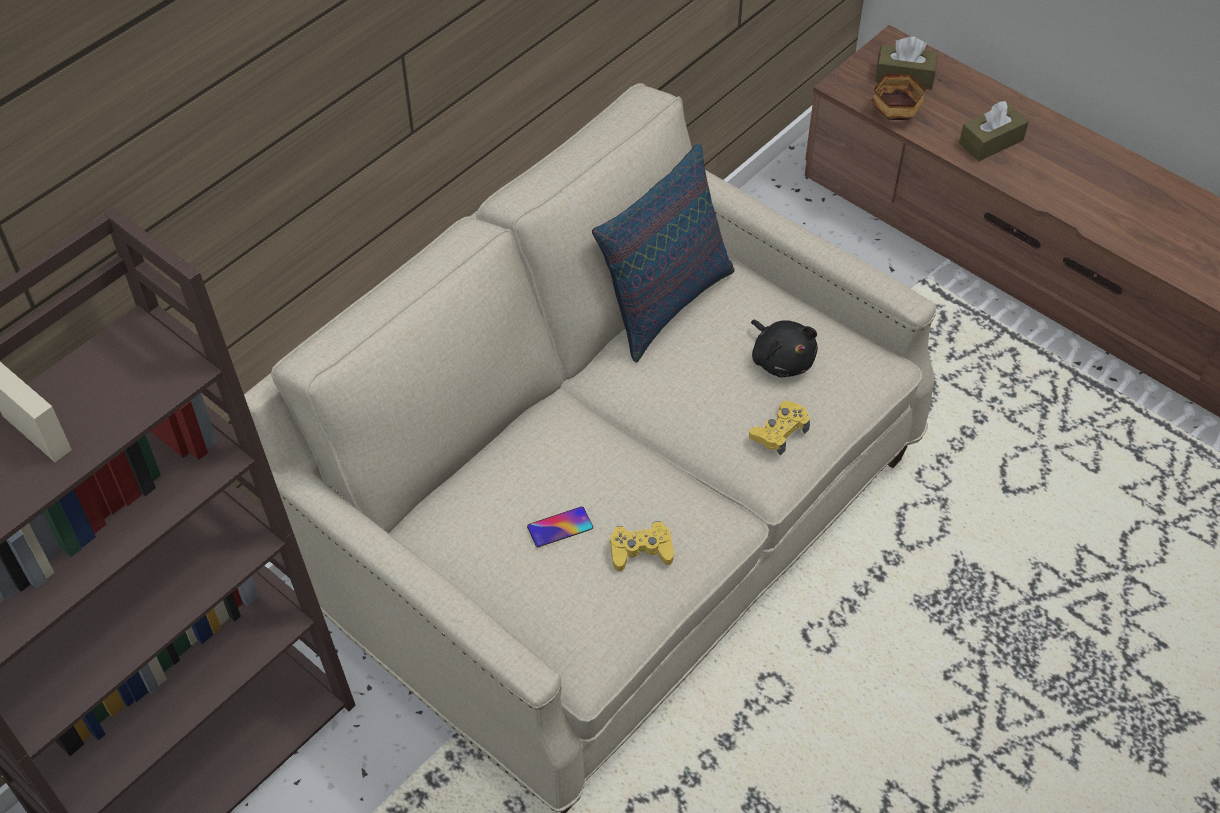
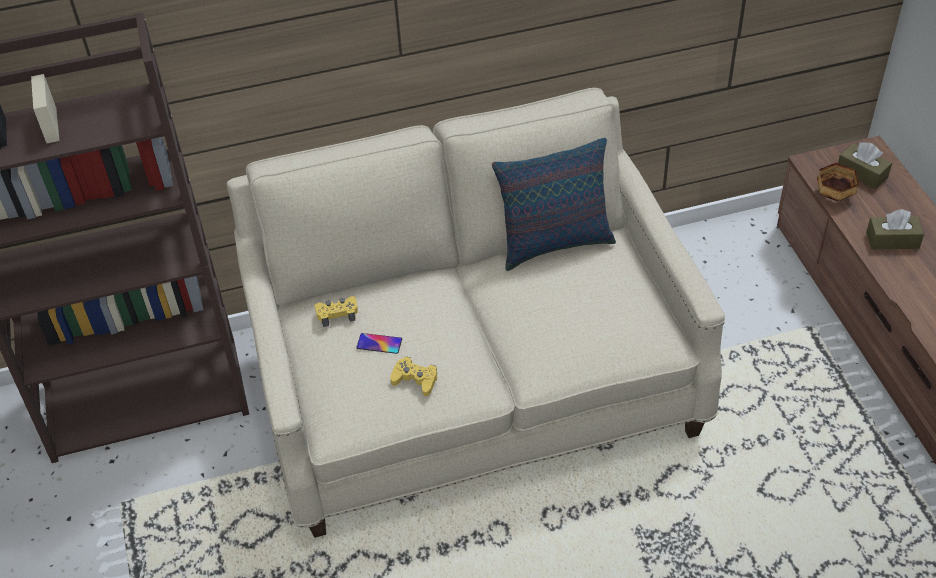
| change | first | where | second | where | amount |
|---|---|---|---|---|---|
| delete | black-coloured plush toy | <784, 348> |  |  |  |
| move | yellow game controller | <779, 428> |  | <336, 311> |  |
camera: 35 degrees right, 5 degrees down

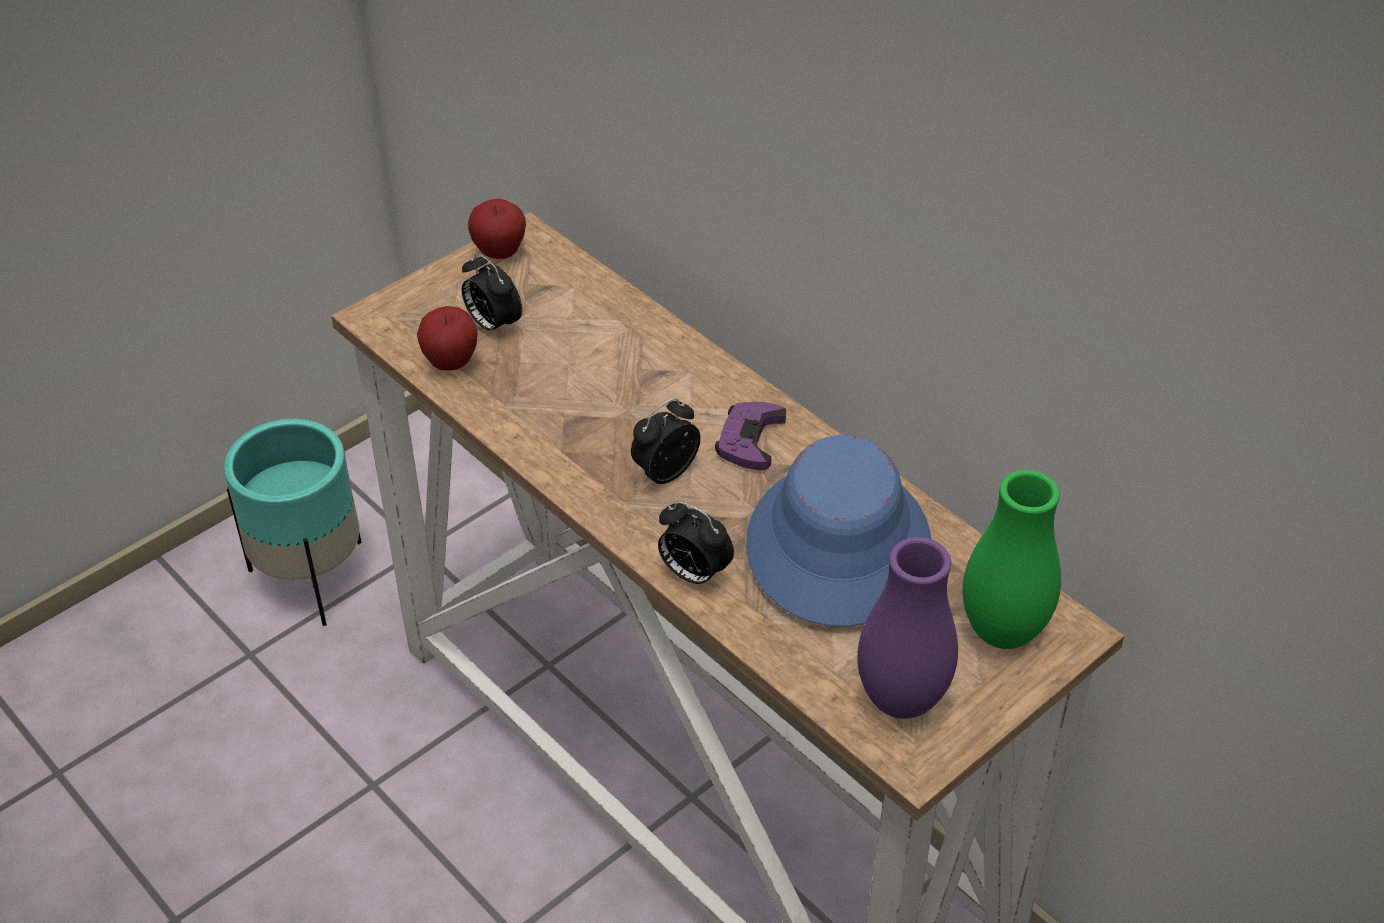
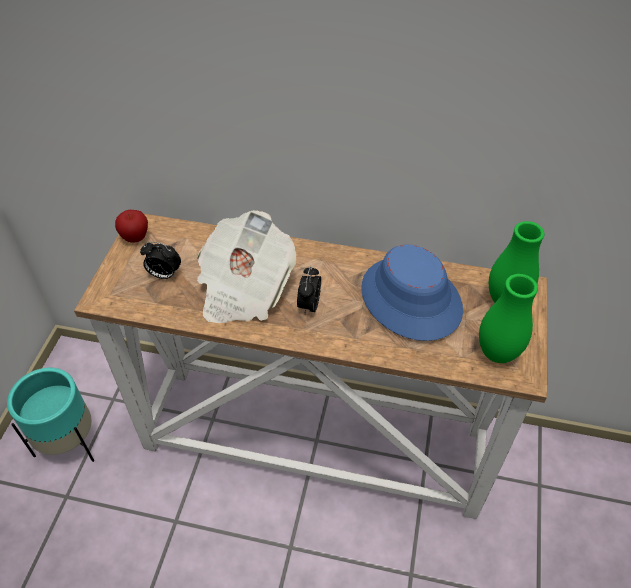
| change | first | where | second | where | amount |
|---|---|---|---|---|---|
| delete | apple fruit | <447, 338> |  |  |  |
| delete | bedside clock | <696, 545> |  |  |  |
| delete | purple-coloured game controller | <750, 436> |  |  |  |
| insert |  |  | daily paper | <246, 266> |  |
| recolor | purple-coloured vase | <908, 628> | greenish vase | <508, 318> |  |
camera: 35 degrees left, 5 degrees up

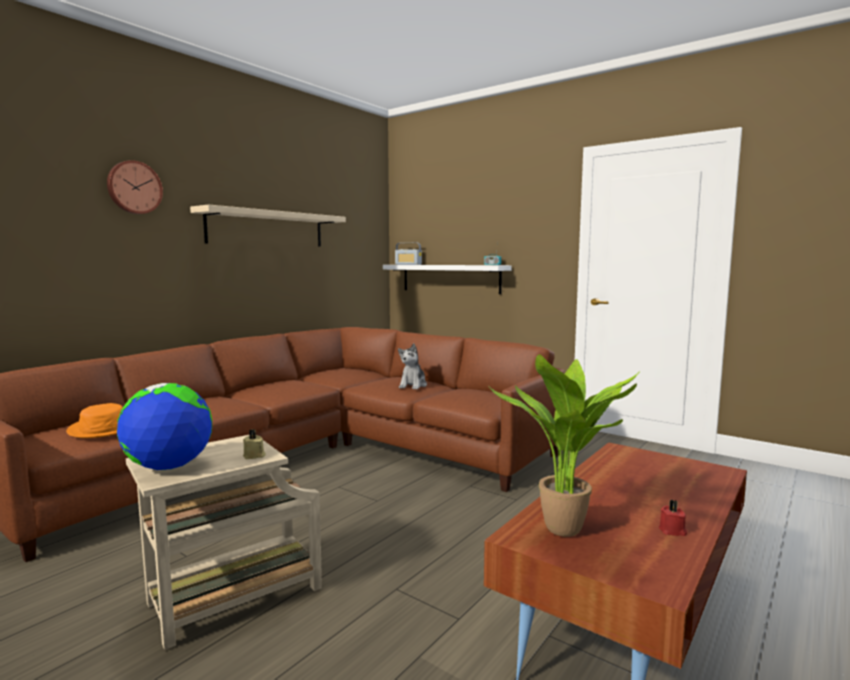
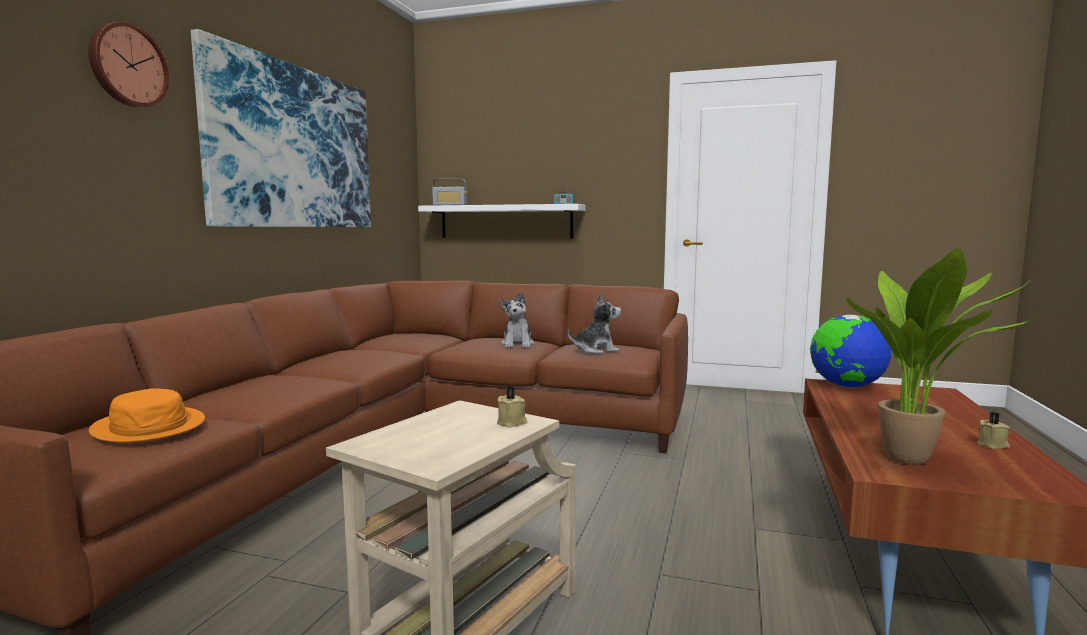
| change | first | where | second | where | amount |
|---|---|---|---|---|---|
| insert |  |  | plush toy | <594, 323> |  |
| move | desk globe | <164, 426> |  | <850, 351> |  |
| replace | sand-coloured bracket shelf | <268, 225> | wall picture | <281, 128> |  |
| recolor | red wax light | <673, 518> | sand-coloured wax light | <993, 430> |  |
camera: 20 degrees left, 0 degrees up

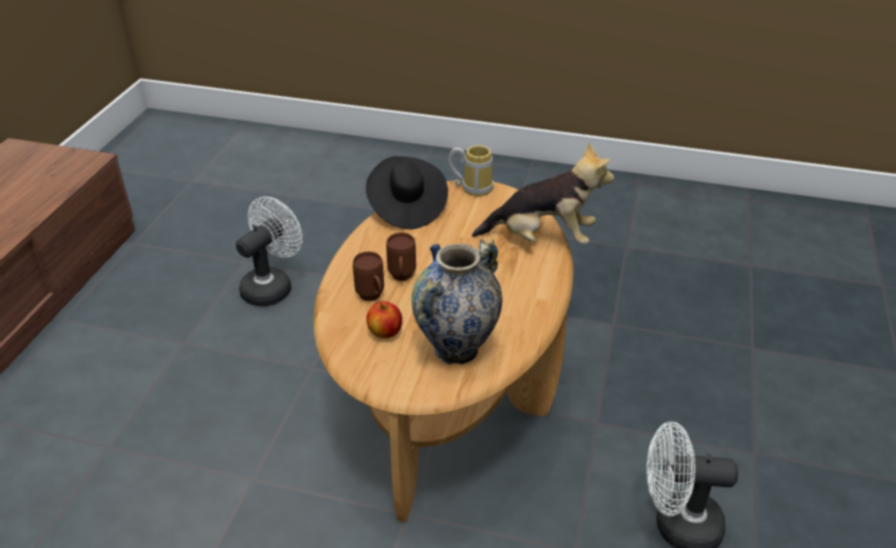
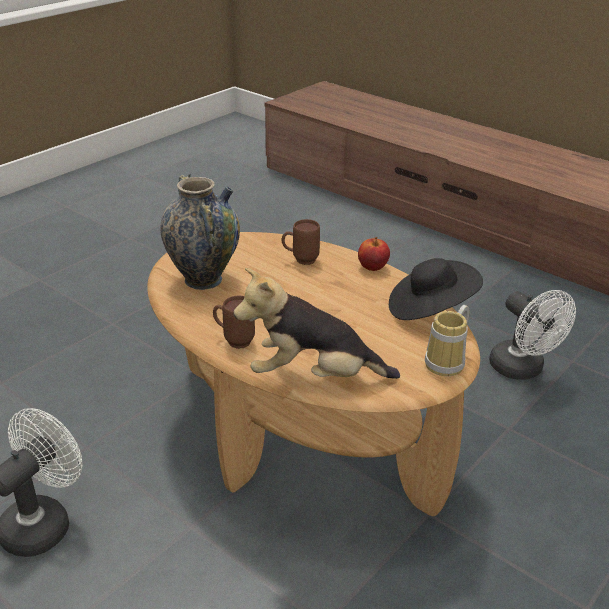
| change | first | where | second | where | amount |
|---|---|---|---|---|---|
| move | apple fruit | <384, 319> |  | <374, 254> |  |
| move | brown tea mug | <401, 257> |  | <234, 322> |  |
| rotate | plush toy | <543, 193> |  | <316, 323> | 60 degrees clockwise |
camera: 115 degrees right, 5 degrees down

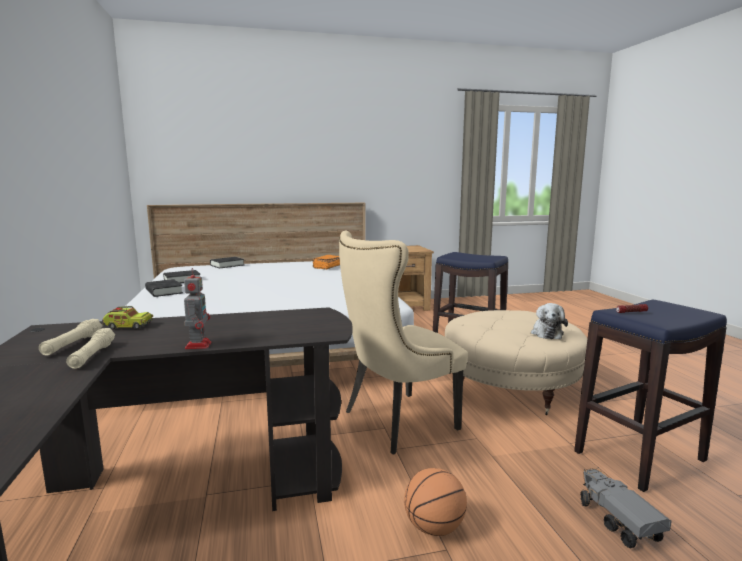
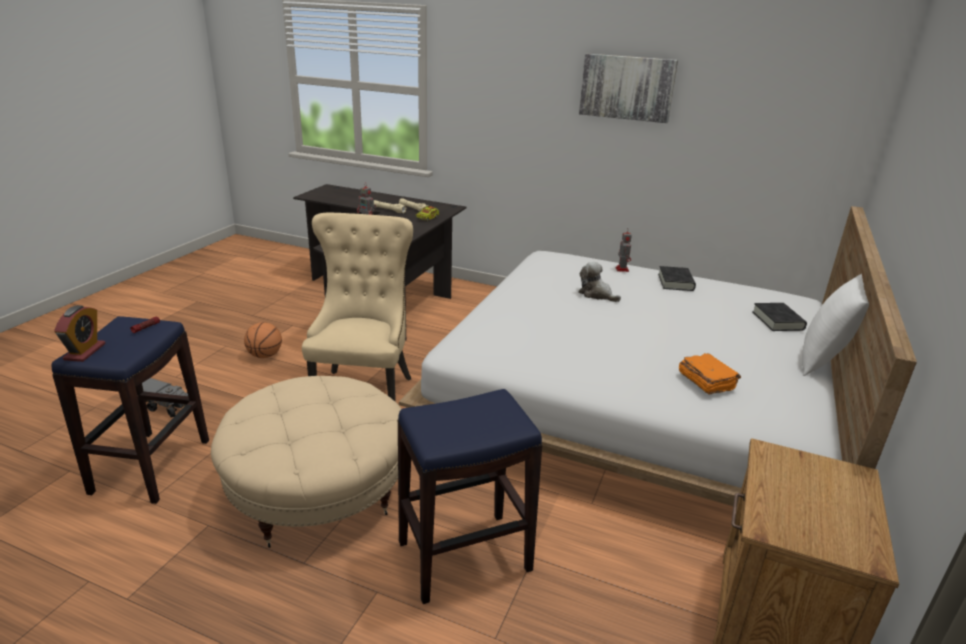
| change | first | where | second | where | amount |
|---|---|---|---|---|---|
| insert |  |  | bedside clock | <80, 333> |  |
| insert |  |  | wall picture | <628, 88> |  |
| insert |  |  | white cushion | <835, 325> |  |
| move | plush toy | <549, 321> |  | <599, 282> |  |
| replace | black-coloured volume | <164, 288> | model robot | <623, 250> |  |
camera: 125 degrees right, 15 degrees up

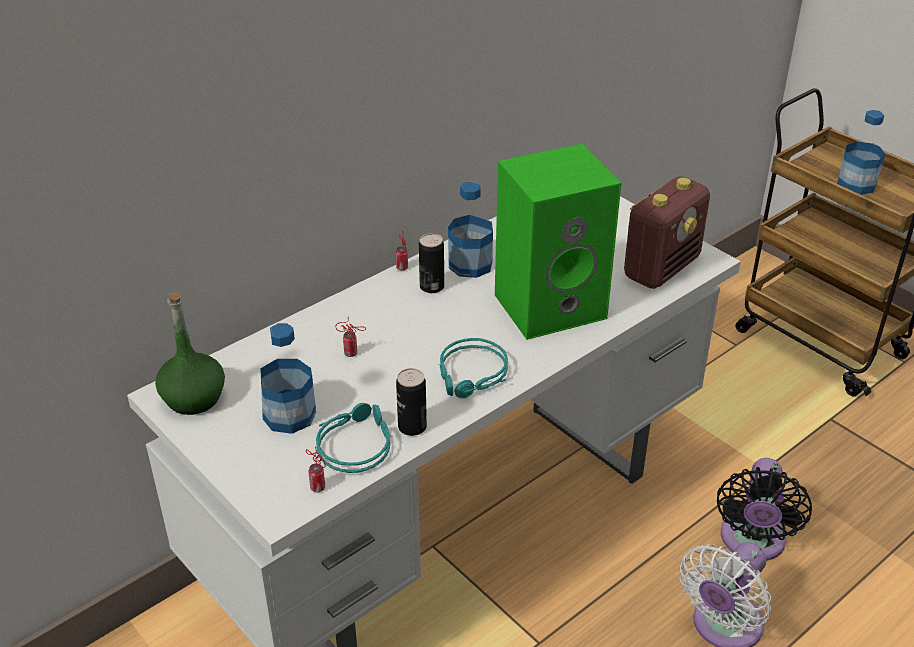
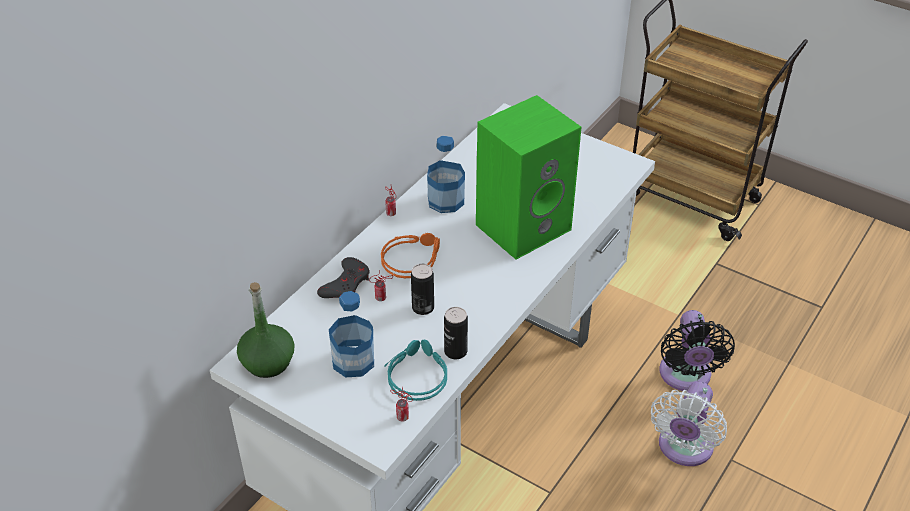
| change | first | where | second | where | amount |
|---|---|---|---|---|---|
| delete | turquoise pair of headphones | <473, 368> |  |  |  |
| delete | radio set | <667, 232> |  |  |  |
| delete | drink bottle | <861, 152> |  |  |  |
| insert |  |  | greyish game controller | <343, 277> |  |
| insert |  |  | orange pair of headphones | <410, 255> |  |
| move | metal can | <431, 263> |  | <422, 289> |  |
camera: 15 degrees left, 5 degrees up

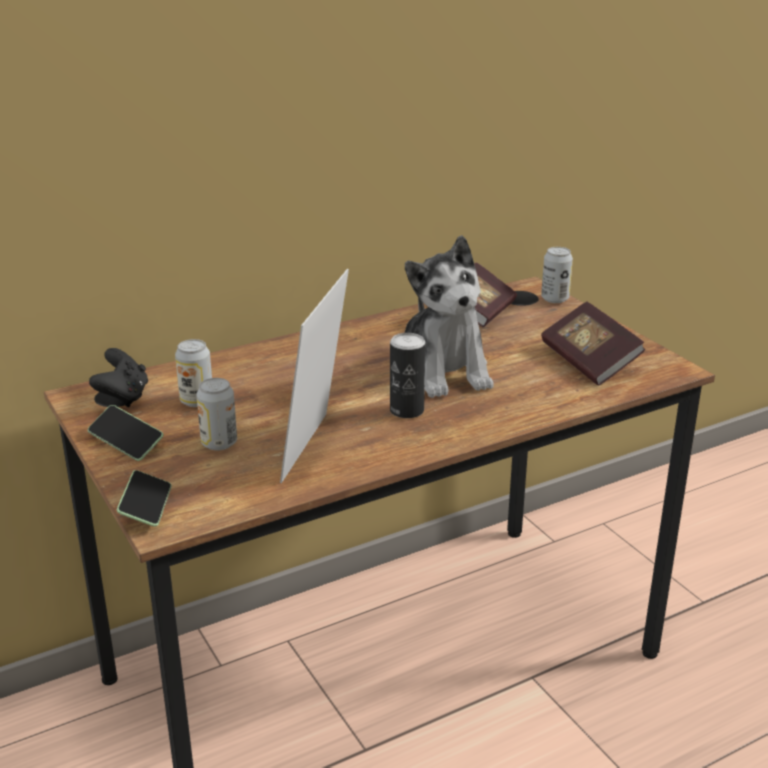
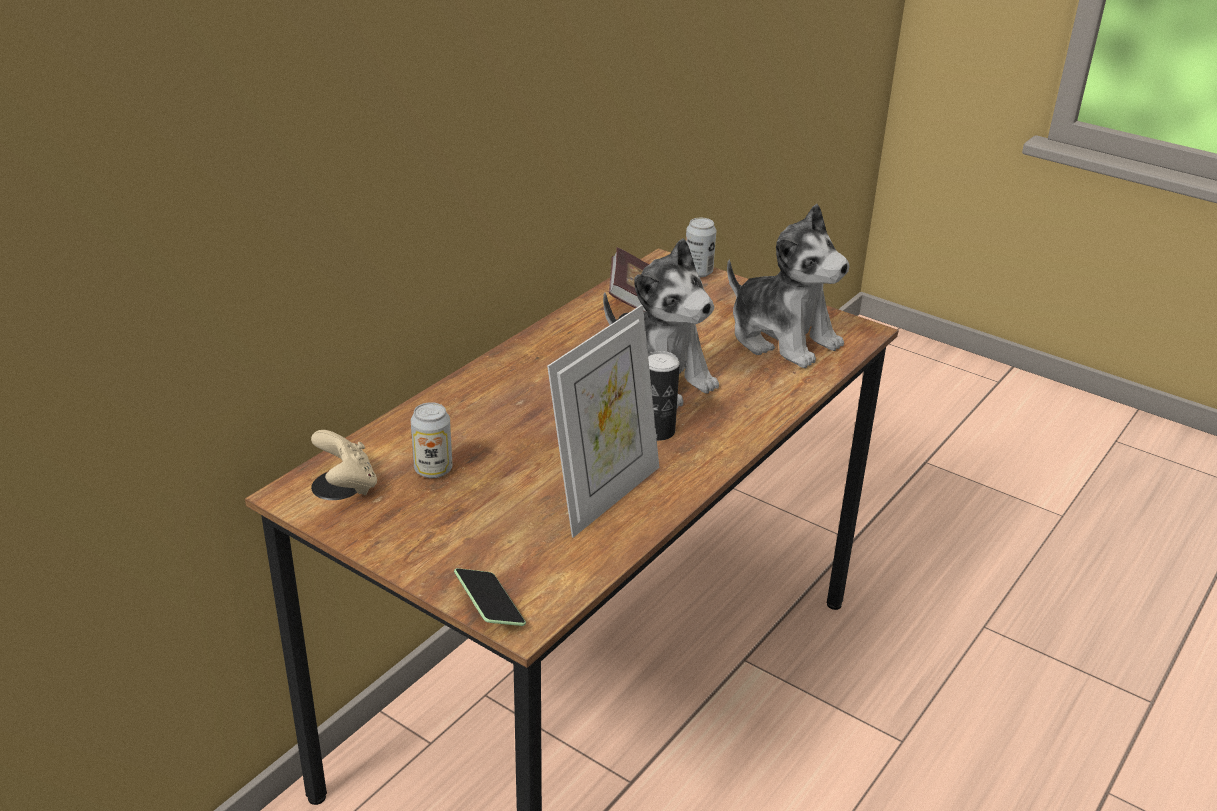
| change | first | where | second | where | amount |
|---|---|---|---|---|---|
| delete | telephone | <125, 433> |  |  |  |
| delete | metal can | <216, 414> |  |  |  |
| replace | volume | <593, 343> | plush toy | <788, 286> |  |
| recolor | black-coloured game controller | <118, 377> | sand-coloured game controller | <344, 462> |  |
| rotate | standing frame | <314, 376> |  | <603, 421> | 135 degrees counterclockwise |
camera: 25 degrees left, 5 degrees up

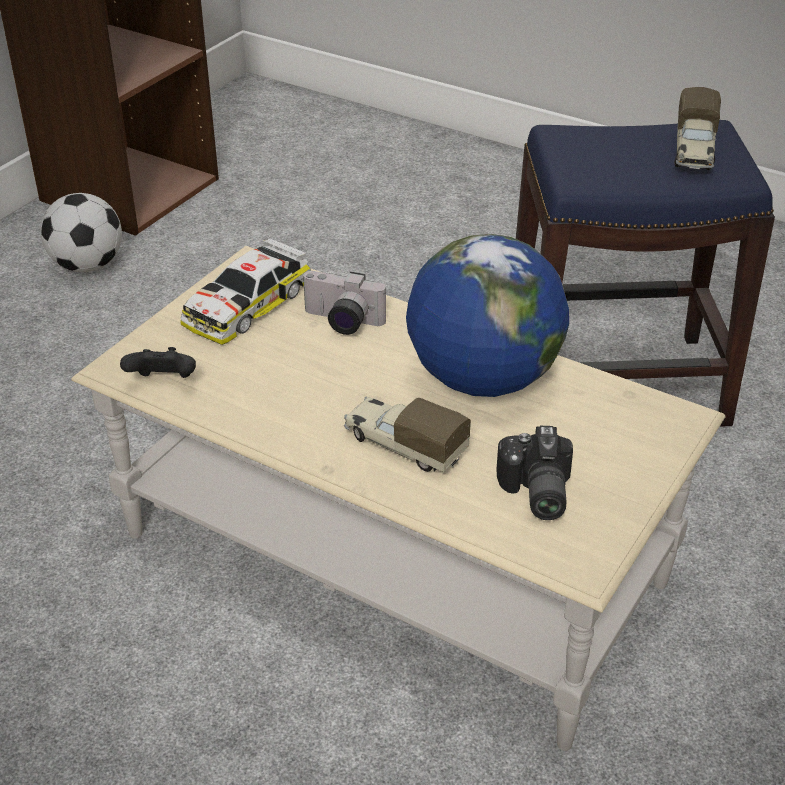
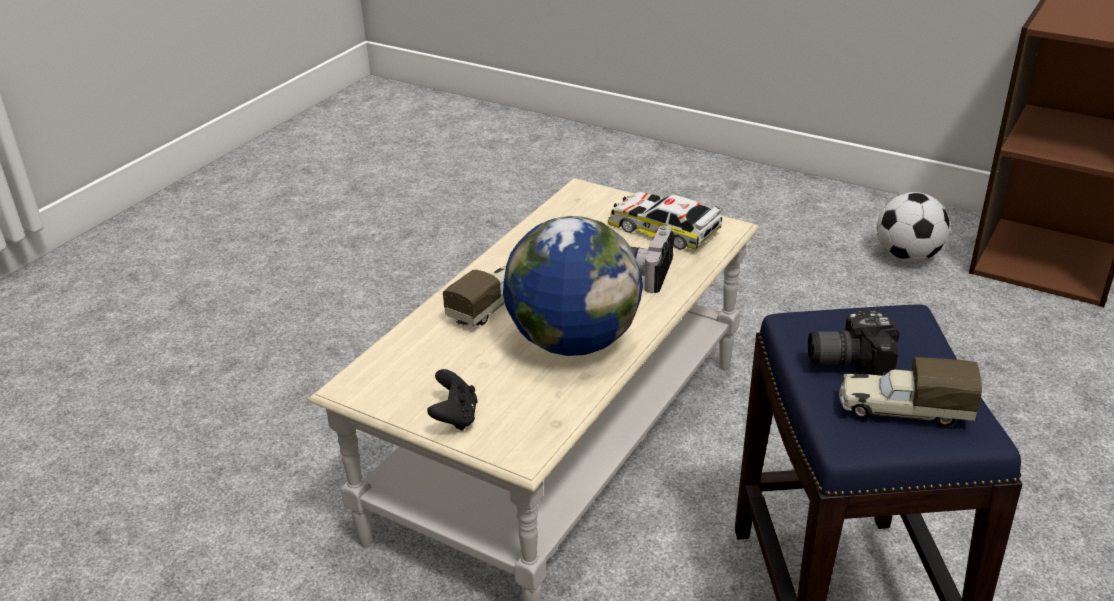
| change | first | where | second | where | amount |
|---|---|---|---|---|---|
| move | black-coloured game controller | <158, 362> |  | <452, 400> |  |
| move | photo camera | <535, 473> |  | <853, 343> |  |
camera: 90 degrees right, 5 degrees down

